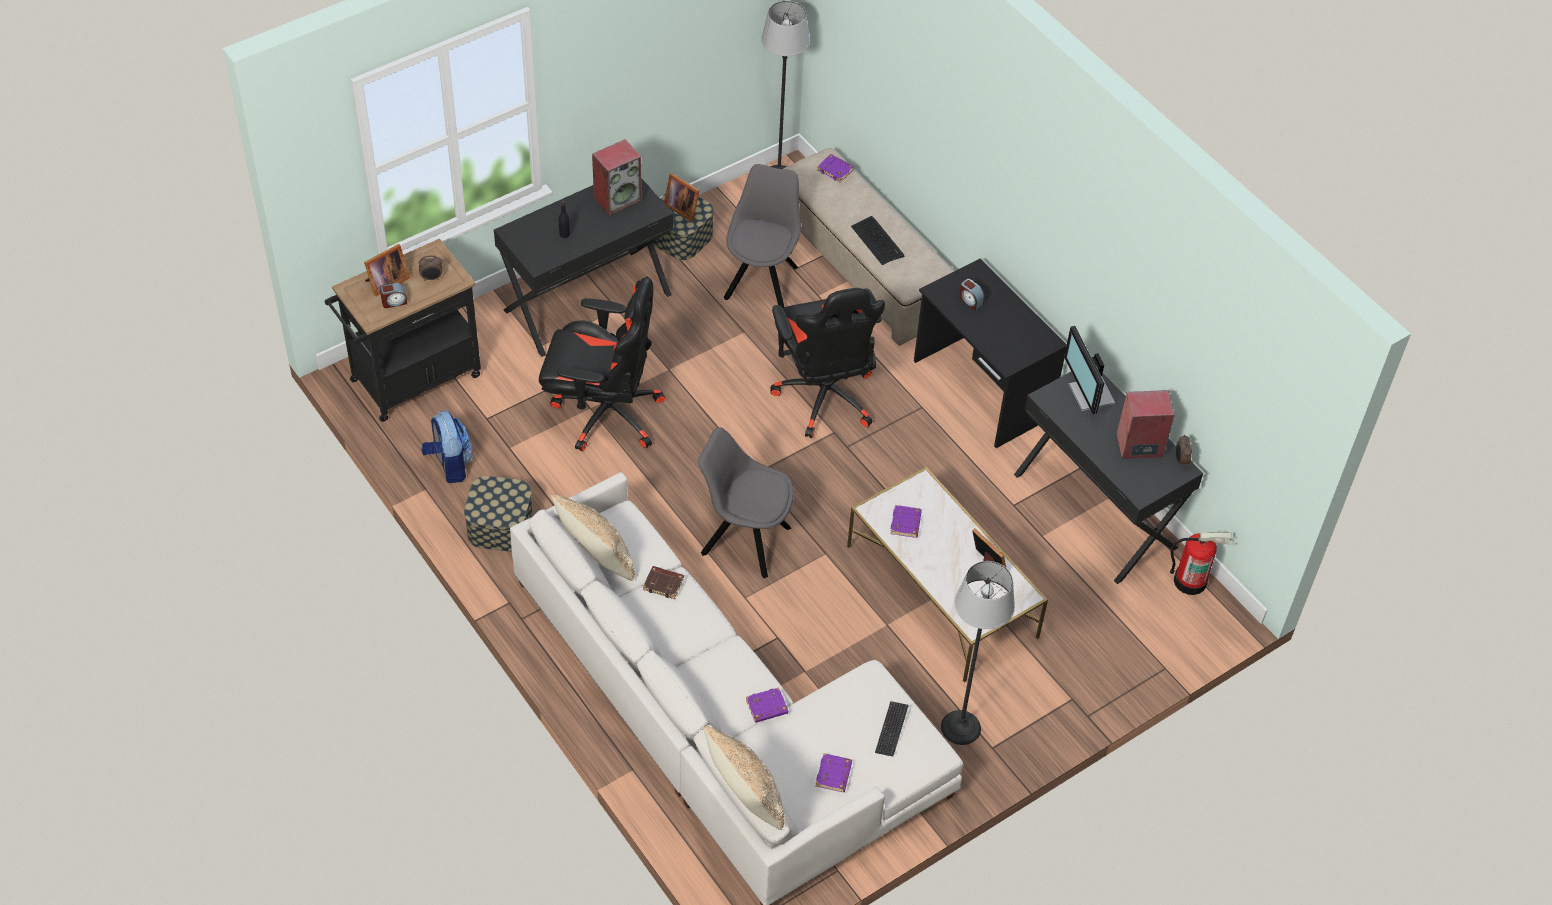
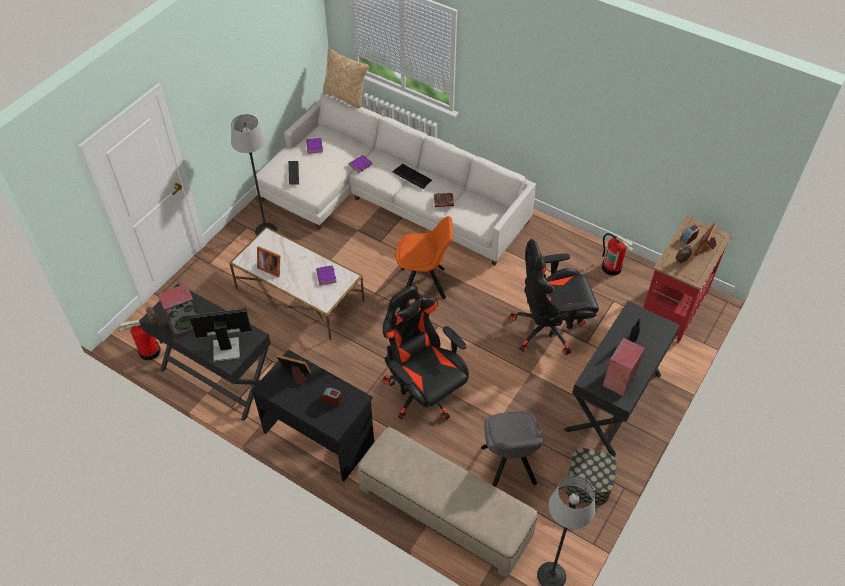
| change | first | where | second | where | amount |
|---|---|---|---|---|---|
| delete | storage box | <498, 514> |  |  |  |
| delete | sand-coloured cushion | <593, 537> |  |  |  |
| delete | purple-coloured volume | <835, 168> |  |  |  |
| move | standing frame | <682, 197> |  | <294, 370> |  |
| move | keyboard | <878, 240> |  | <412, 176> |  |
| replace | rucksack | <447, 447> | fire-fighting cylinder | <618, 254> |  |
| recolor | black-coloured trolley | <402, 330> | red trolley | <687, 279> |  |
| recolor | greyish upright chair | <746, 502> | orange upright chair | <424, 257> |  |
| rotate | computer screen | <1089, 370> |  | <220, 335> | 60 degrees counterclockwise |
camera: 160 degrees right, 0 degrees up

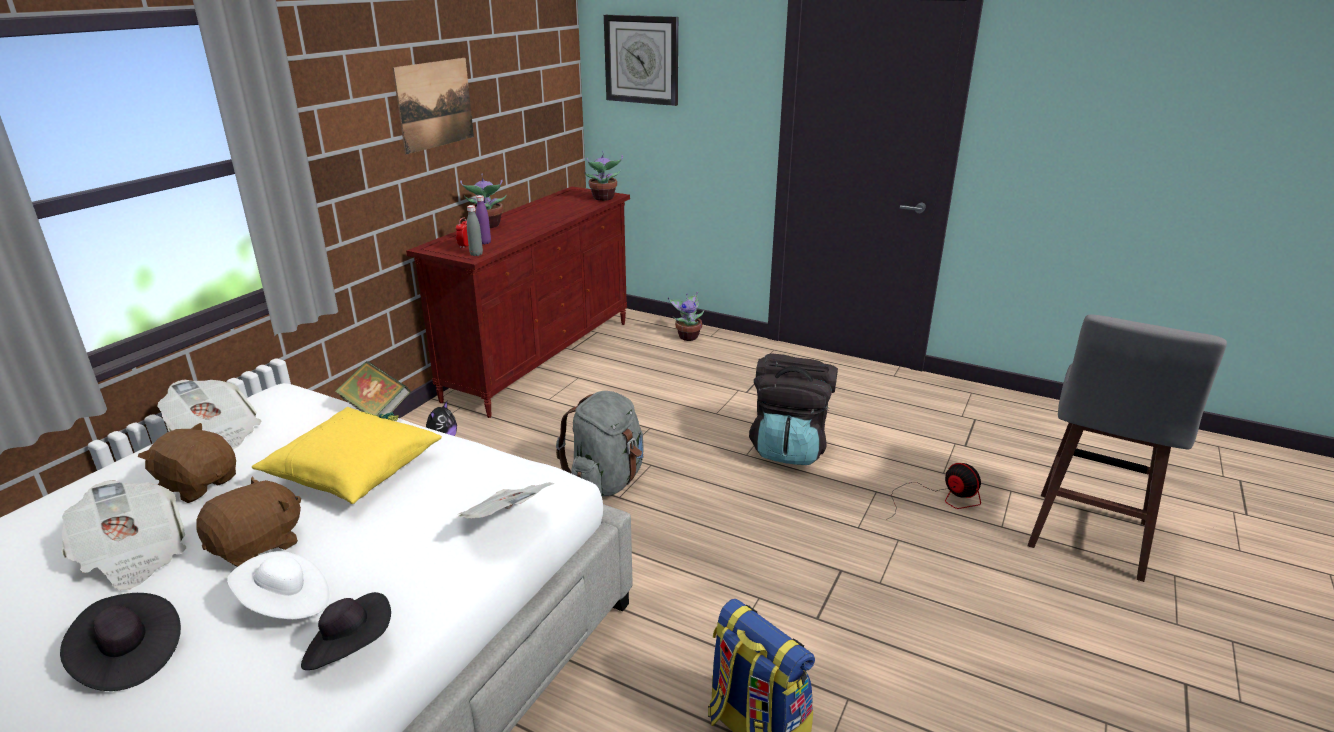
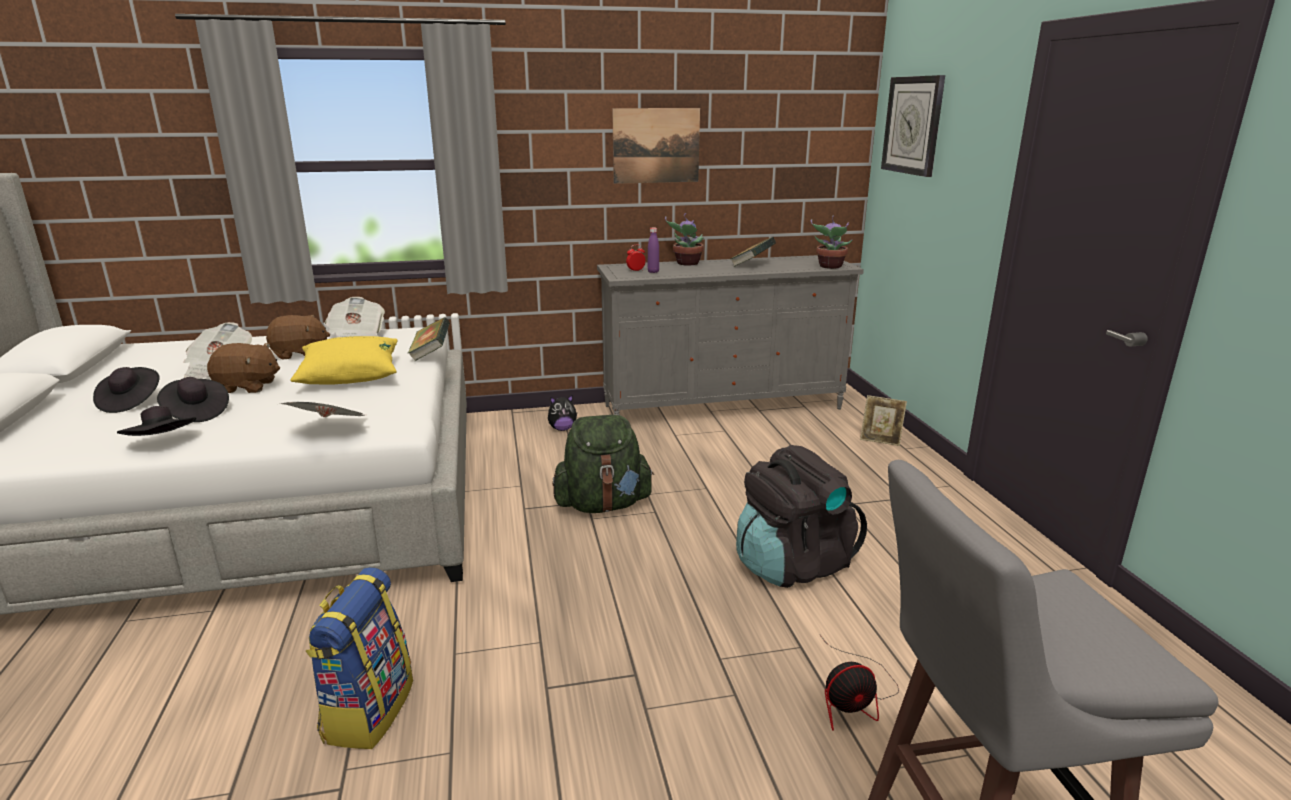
| change | first | where | second | where | amount |
|---|---|---|---|---|---|
| delete | greyish drink bottle | <475, 230> |  |  |  |
| insert |  |  | volume | <753, 252> |  |
| replace | potted plant | <686, 316> | standing frame | <883, 420> |  |
| recolor | white clothing hat | <278, 585> | black-coloured clothing hat | <193, 399> |  |
| recolor | red dresser | <518, 302> | greyish dresser | <730, 335> |  |
| recolor | greyish rucksack | <600, 443> | greenish rucksack | <603, 464> |  |
| rotate | brown plush toy | <187, 463> |  | <298, 337> | 90 degrees clockwise |
| rotate | fan | <933, 491> |  | <859, 683> | 60 degrees clockwise |
camera: 50 degrees right, 5 degrees down

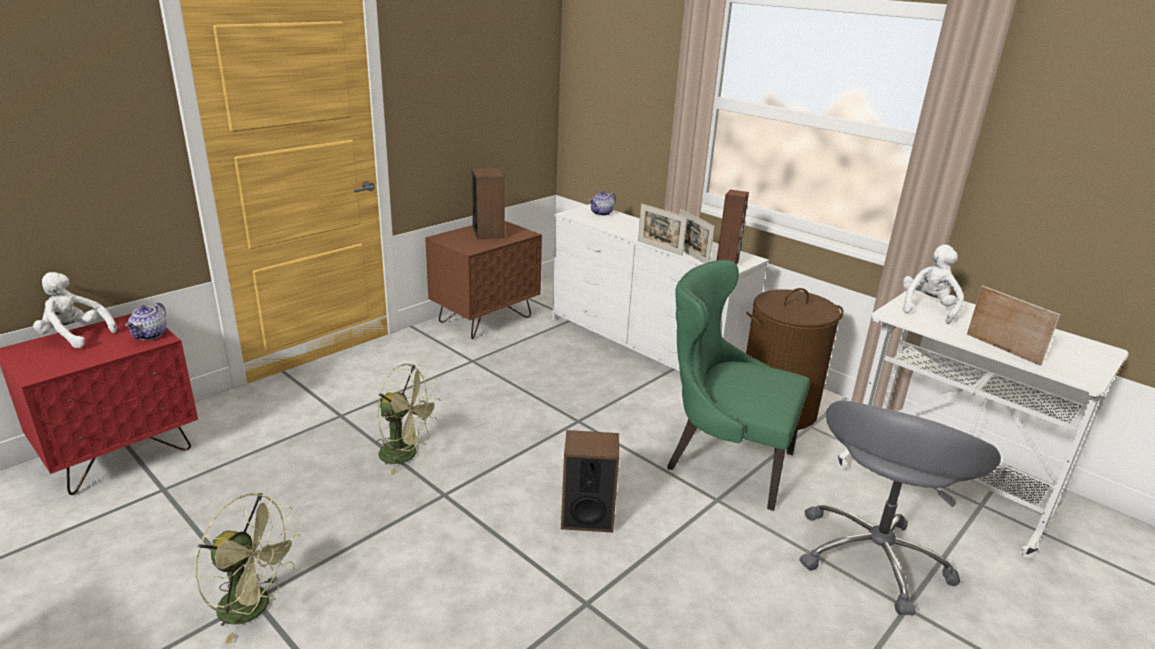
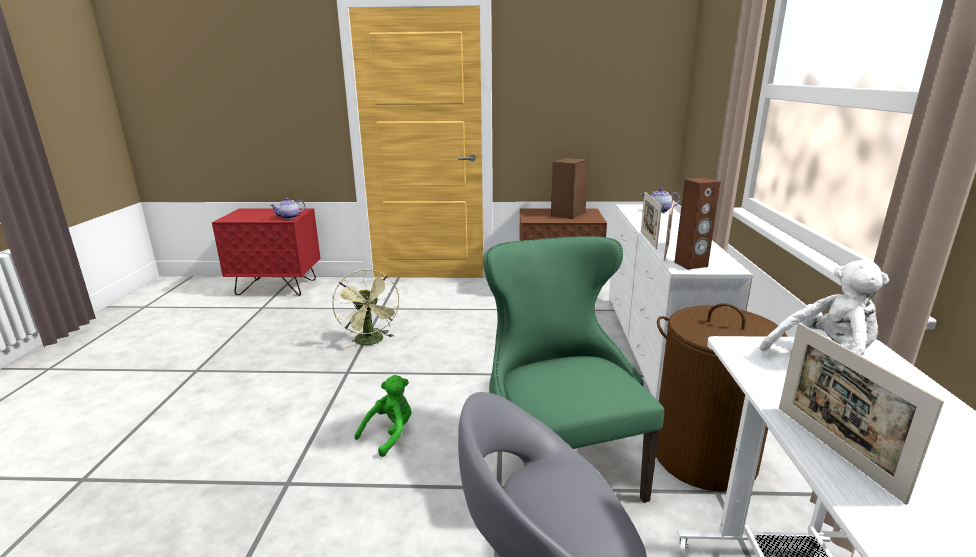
| change | first | where | second | where | amount |
|---|---|---|---|---|---|
| delete | white plush toy | <75, 310> |  |  |  |
| delete | greenish fan | <247, 568> |  |  |  |
| replace | audio speaker | <590, 481> | greenish plush toy | <383, 416> |  |
| rotate | standing frame | <1013, 326> |  | <861, 414> | 150 degrees clockwise |
camera: 50 degrees right, 5 degrees down

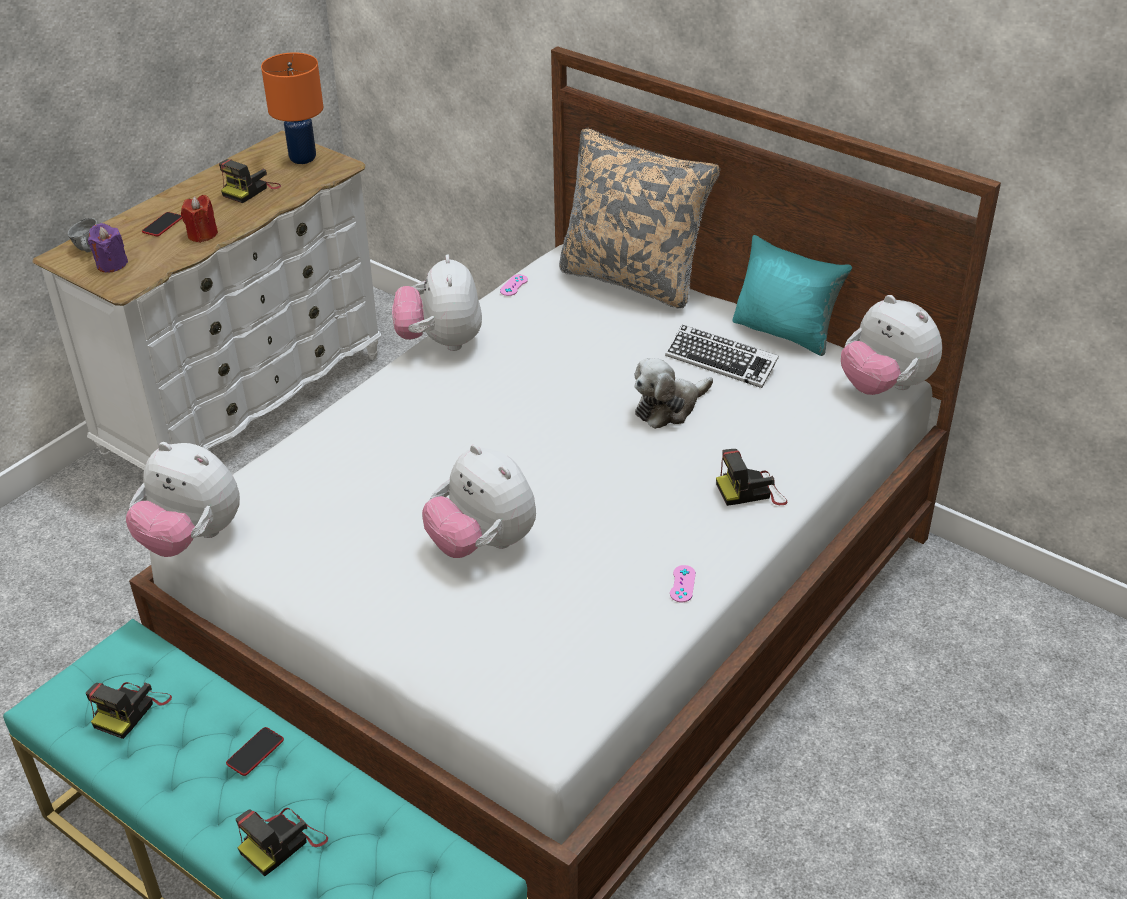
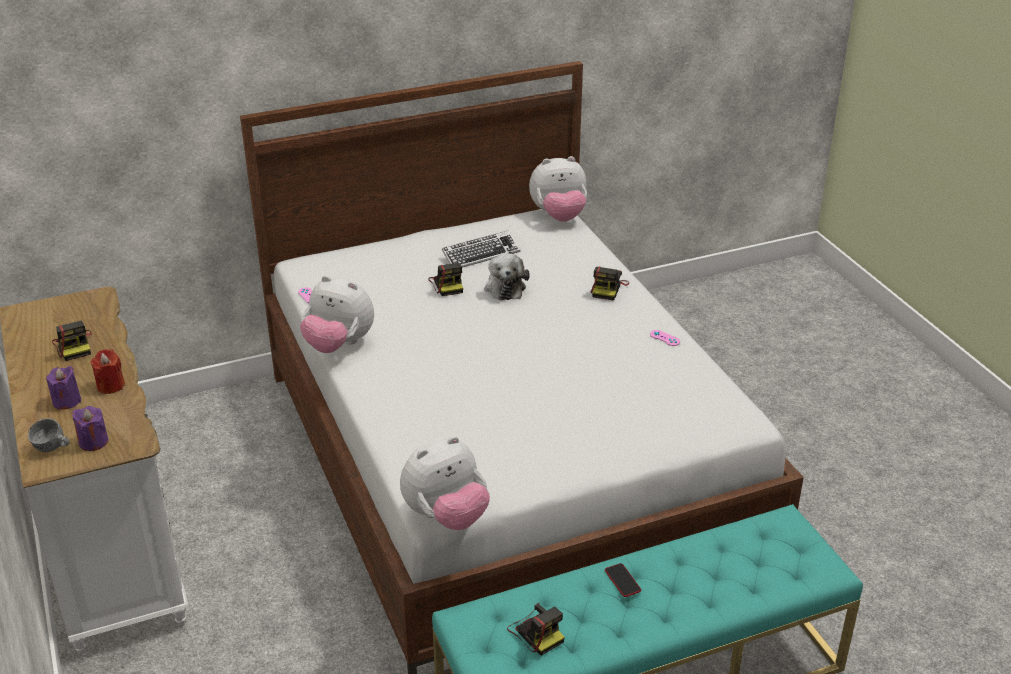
| change | first | where | second | where | amount |
|---|---|---|---|---|---|
| delete | orange tabletop lamp | <292, 108> |  |  |  |
| delete | plush toy | <479, 501> |  |  |  |
| delete | greyish cushion | <640, 218> |  |  |  |
| delete | turquoise cushion | <792, 295> |  |  |  |
| move | photo camera | <282, 842> |  | <445, 279> |  |
| replace | telephone | <162, 224> | purple-coloured wax light | <63, 388> |  |
camera: 60 degrees left, 5 degrees down

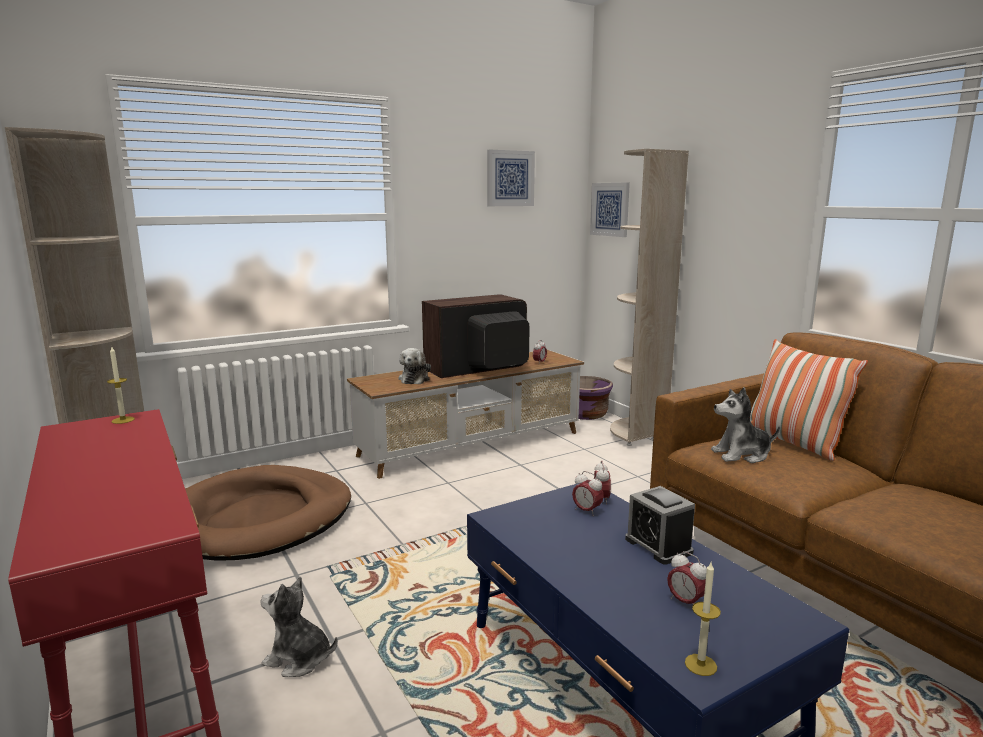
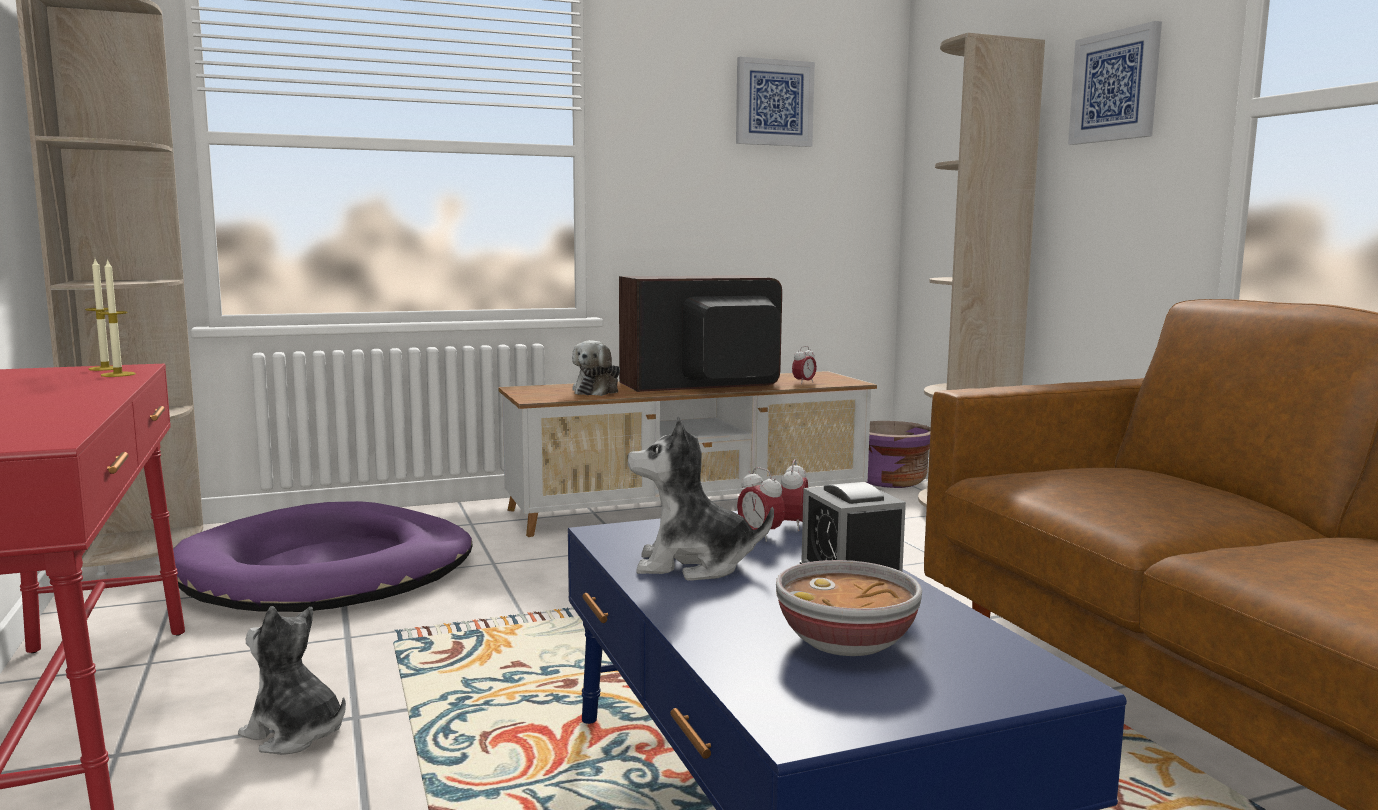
| change | first | where | second | where | amount |
|---|---|---|---|---|---|
| delete | cushion | <809, 400> |  |  |  |
| move | wall picture | <610, 209> |  | <1115, 83> |  |
| move | wax light | <703, 619> |  | <116, 318> |  |
| move | plush toy | <745, 425> |  | <701, 499> |  |
| replace | bedside clock | <687, 578> | bowl | <849, 608> |  |
| recolor | brown dog bed | <268, 513> | purple-coloured dog bed | <323, 556> |  |
camera: 10 degrees right, 5 degrees down

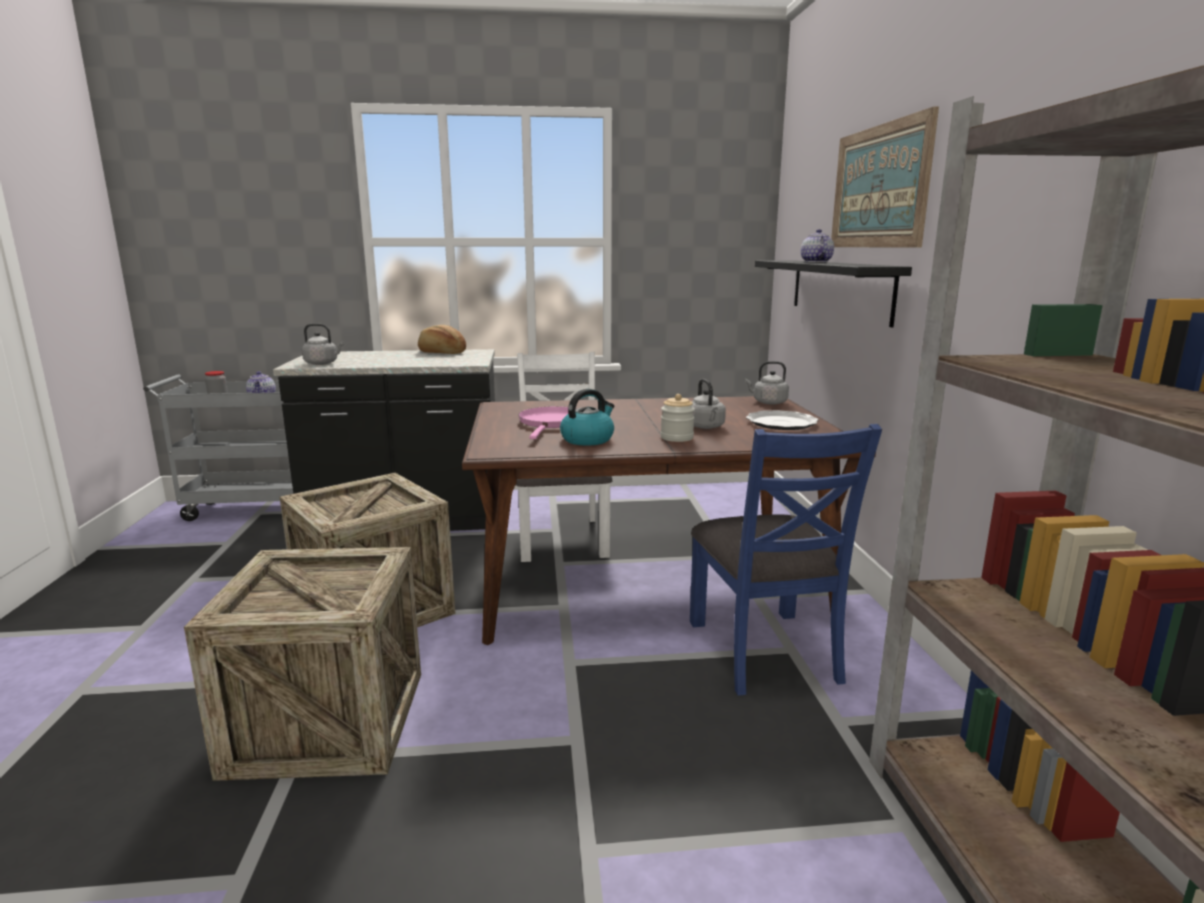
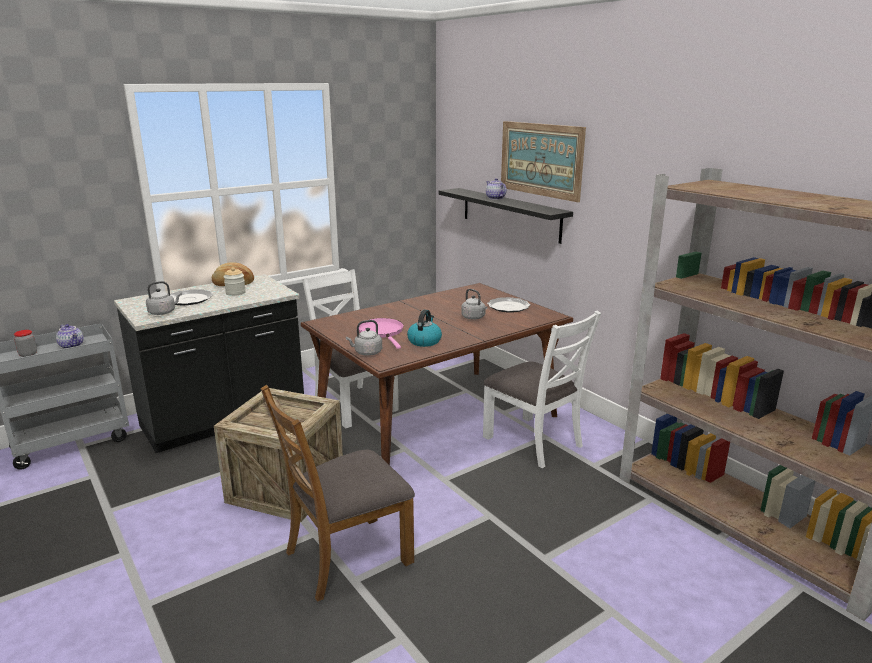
| change | first | where | second | where | amount |
|---|---|---|---|---|---|
| insert |  |  | flat dish | <191, 297> |  |
| move | storage jar | <678, 418> |  | <235, 281> |  |
| move | greyish tea kettle | <767, 383> |  | <364, 338> |  |
| replace | packing crate | <302, 664> | brown upright chair | <337, 493> |  |
| recolor | blue-coloured upright chair | <786, 560> | white upright chair | <542, 389> |  |
camera: 30 degrees left, 5 degrees up

